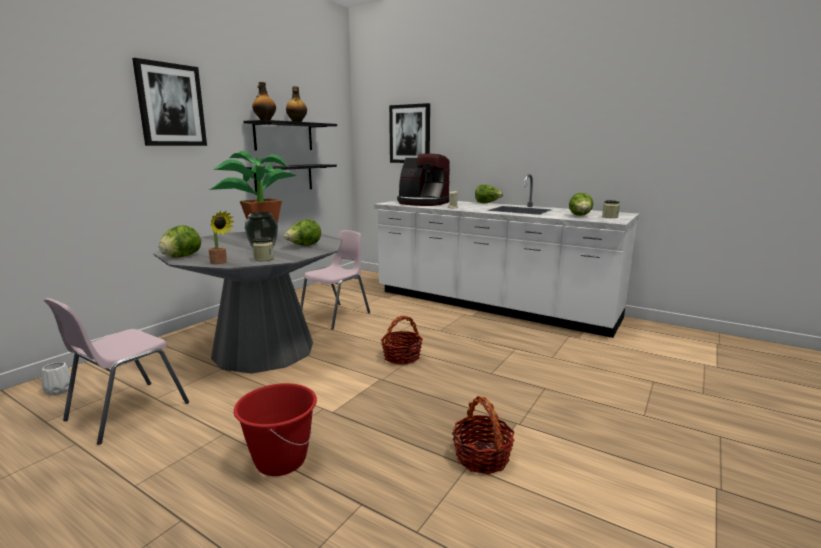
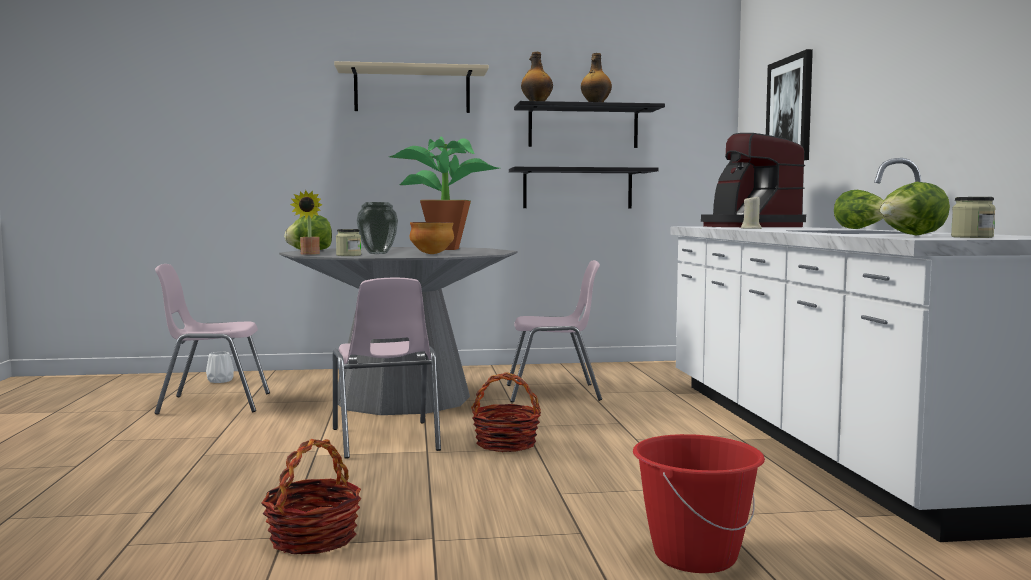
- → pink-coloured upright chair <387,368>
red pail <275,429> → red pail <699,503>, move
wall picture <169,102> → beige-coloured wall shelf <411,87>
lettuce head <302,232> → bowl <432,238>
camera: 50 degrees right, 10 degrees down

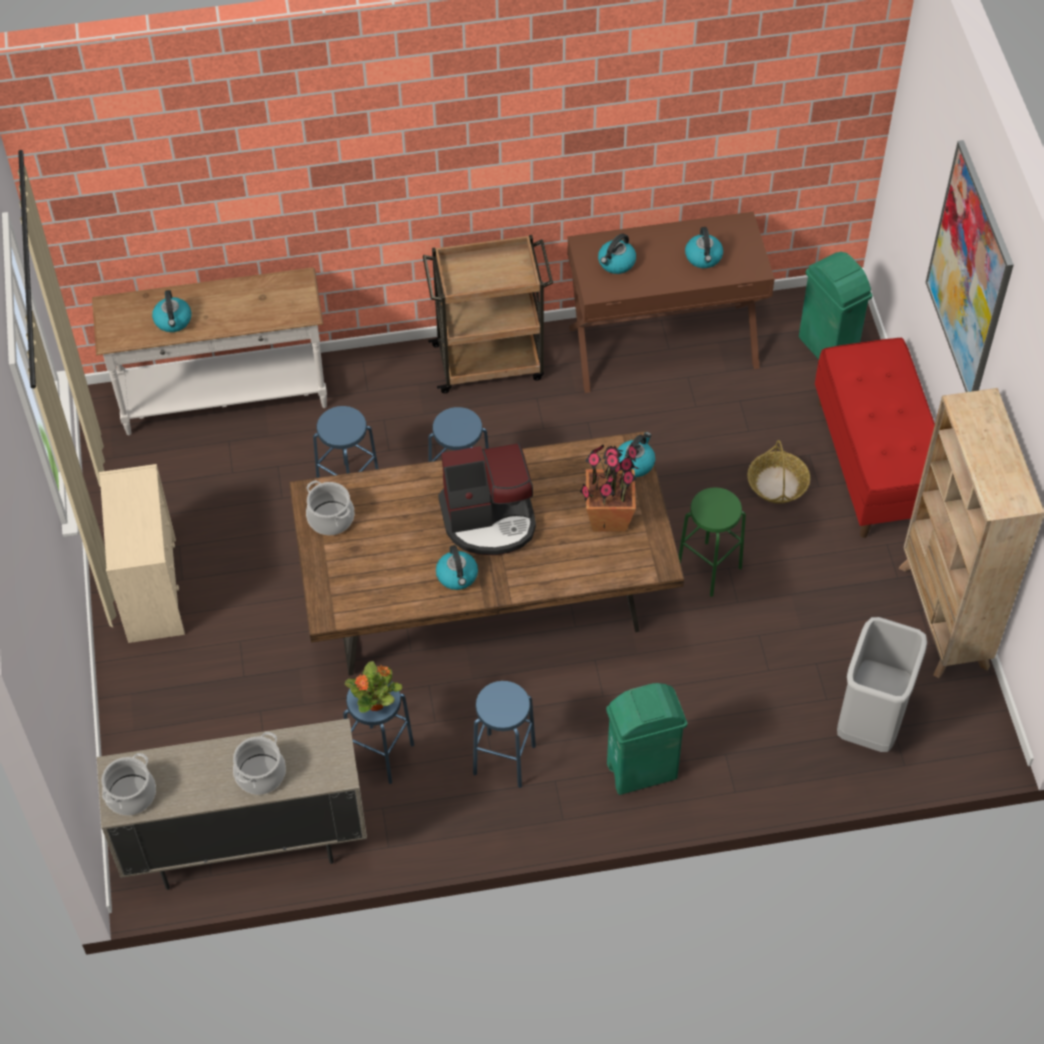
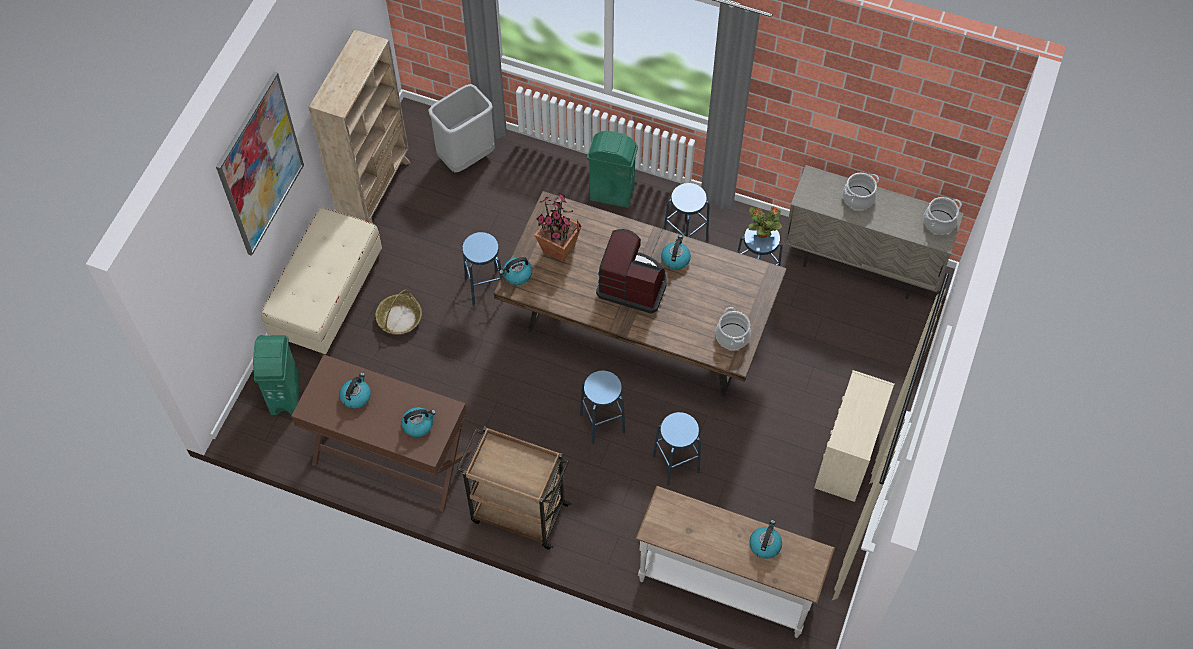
greenish stool <712,542> → bluish stool <482,269>
red long seat <875,438> → beige-coloured long seat <321,282>
camera: 150 degrees left, 5 degrees up

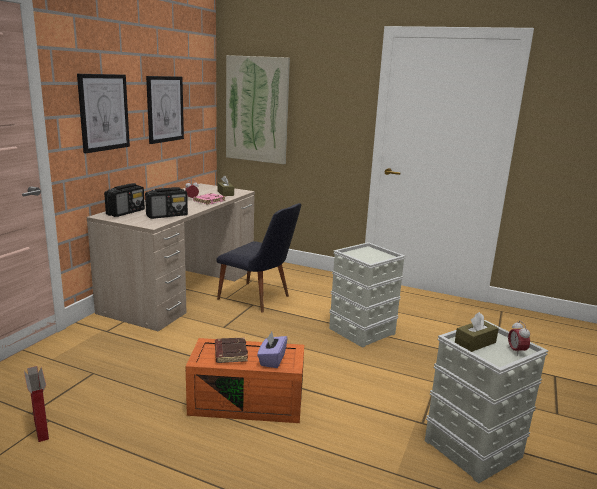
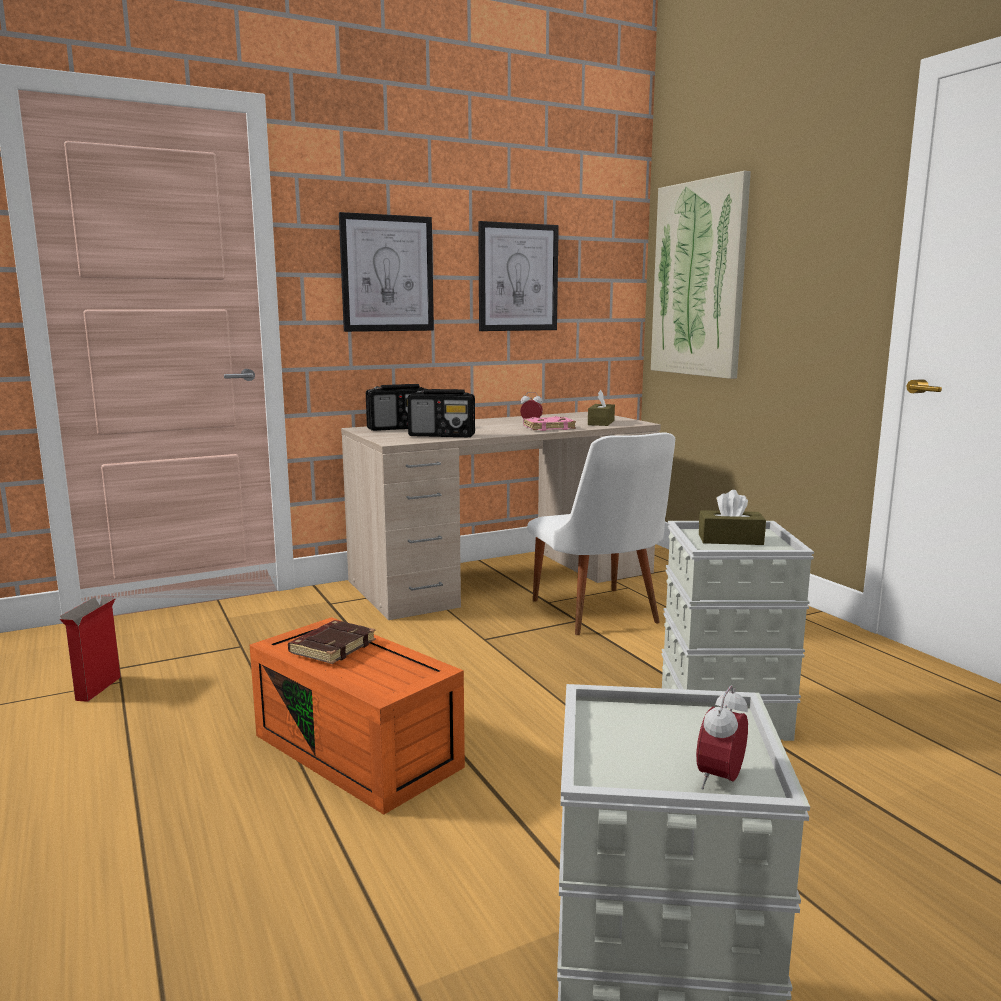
purple tissue box <272,350> → -
brownish tissue box <477,332> → brownish tissue box <732,517>, move
blackish upright chair <258,258> → whitish upright chair <601,533>
camera: 40 degrees right, 5 degrees down

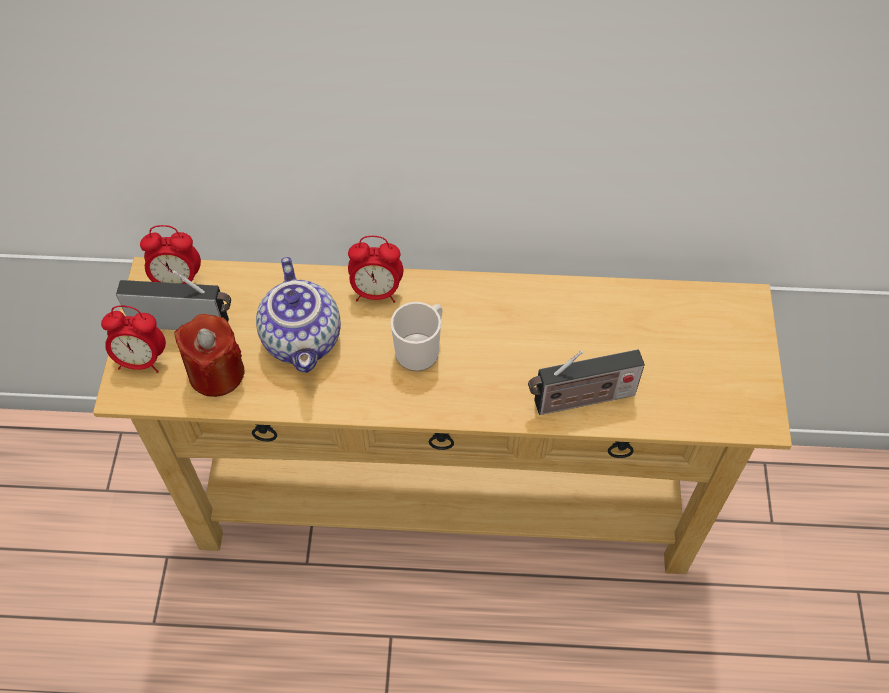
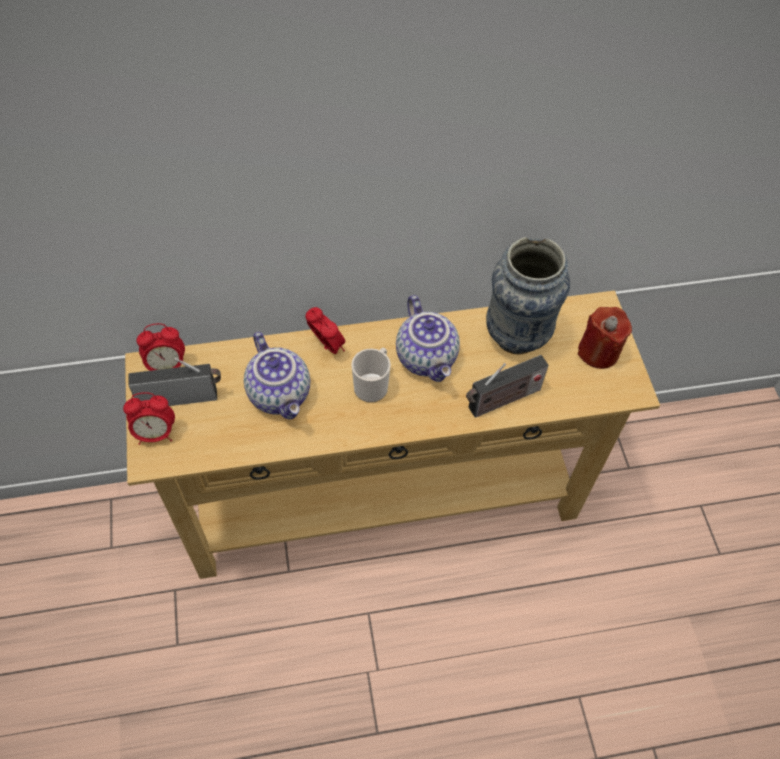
- → pot for tea <428,338>
- → decorative vase <528,296>
red wax candle <209,355> → red wax candle <605,338>, move
alarm clock <375,269> → alarm clock <325,330>, 120 degrees counterclockwise
camera: 15 degrees left, 0 degrees up

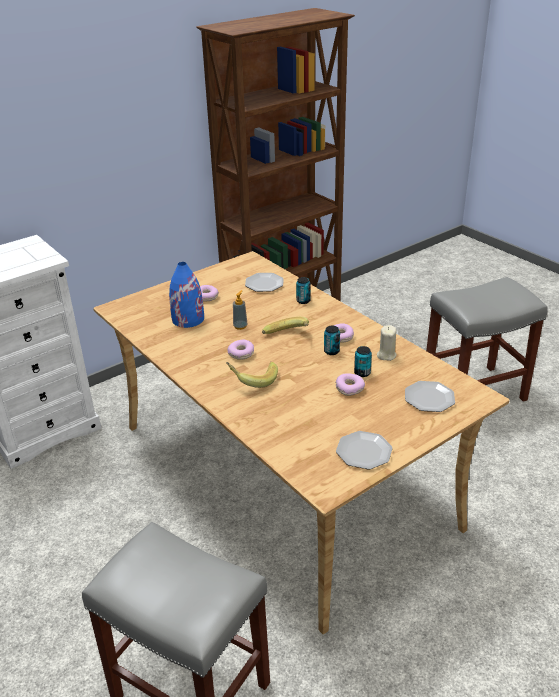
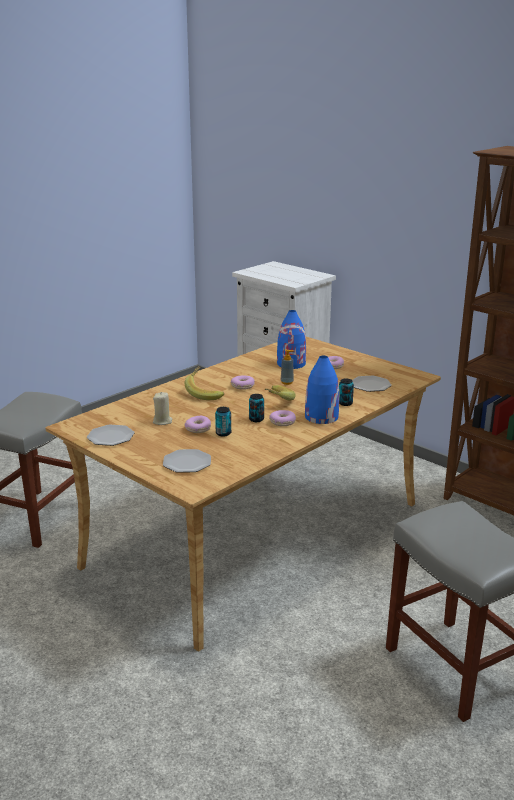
- → bluish decorative vase <322,390>
beige-coloured wax candle <387,343> → beige-coloured wax candle <163,408>, move
camera: 80 degrees right, 10 degrees down

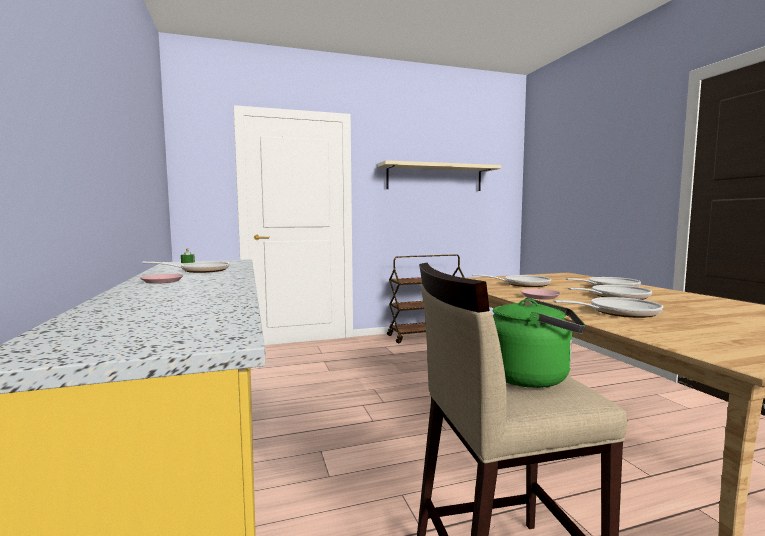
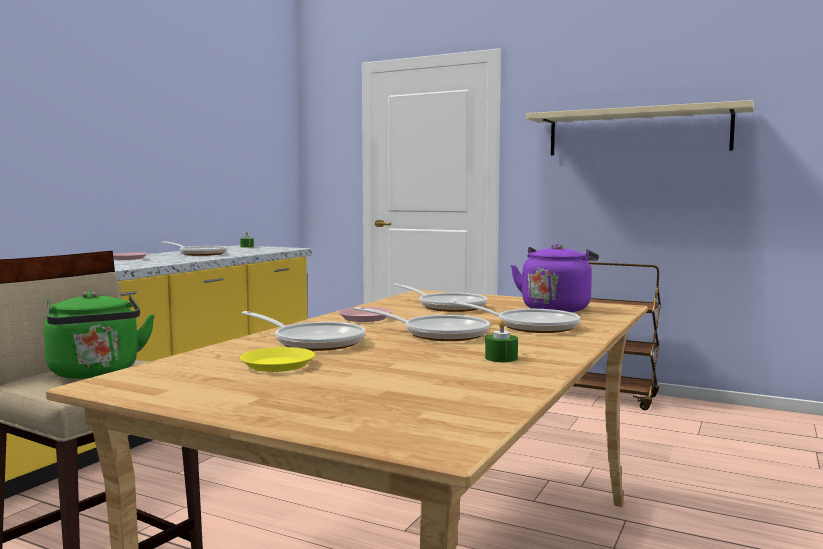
- → yellow-coloured plate <277,359>
- → greenish wax candle <501,341>
- → purple water kettle <555,278>
camera: 45 degrees right, 0 degrees up

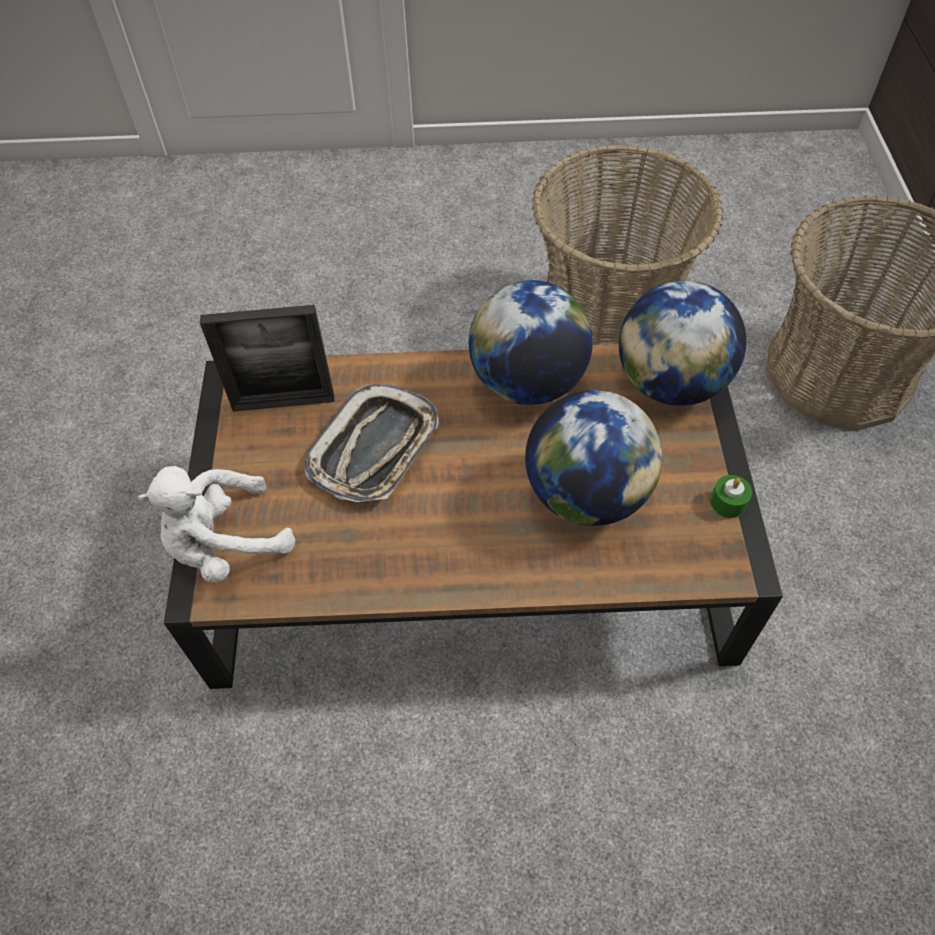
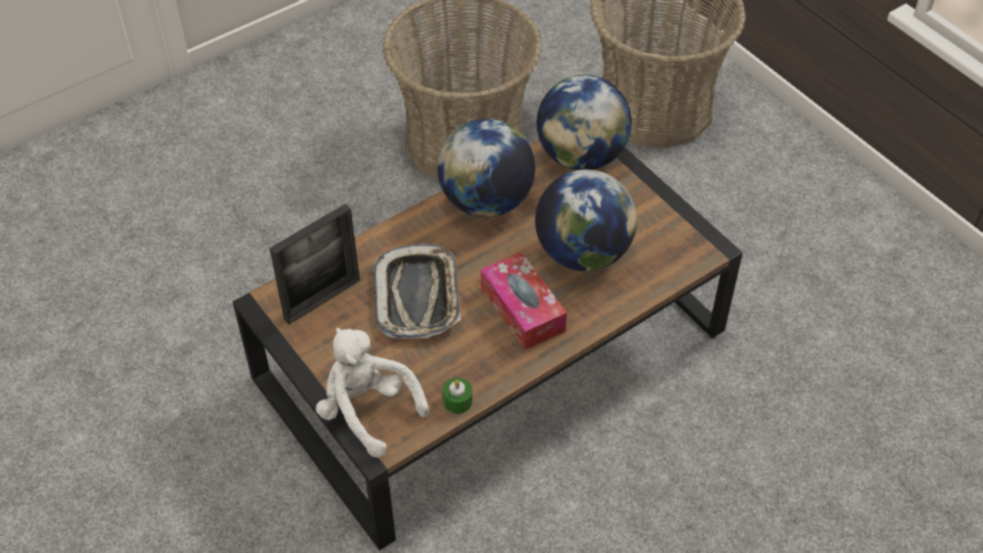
- → tissue box <524,301>
greenish wax candle <731,496> → greenish wax candle <457,396>, move
whitish cuddly toy <216,524> → whitish cuddly toy <372,393>, 105 degrees clockwise
camera: 35 degrees left, 5 degrees down

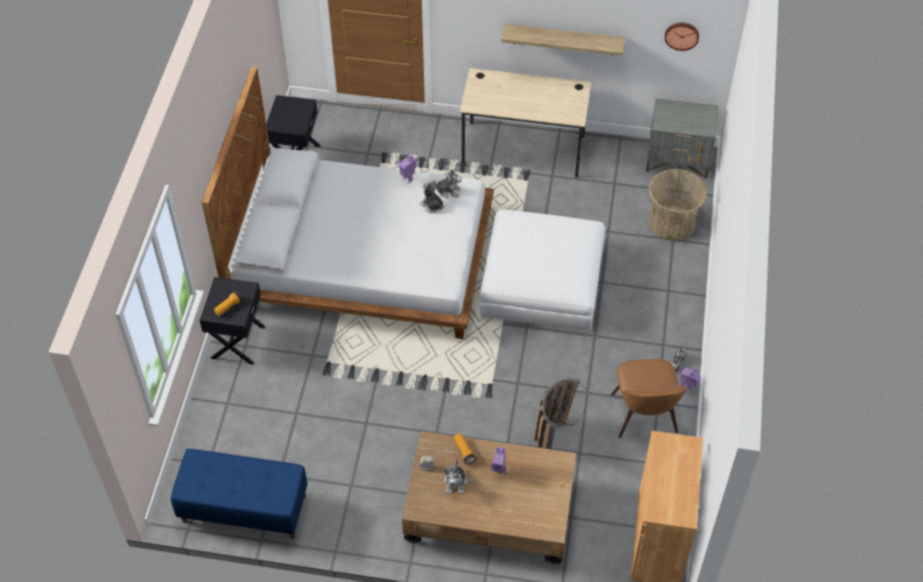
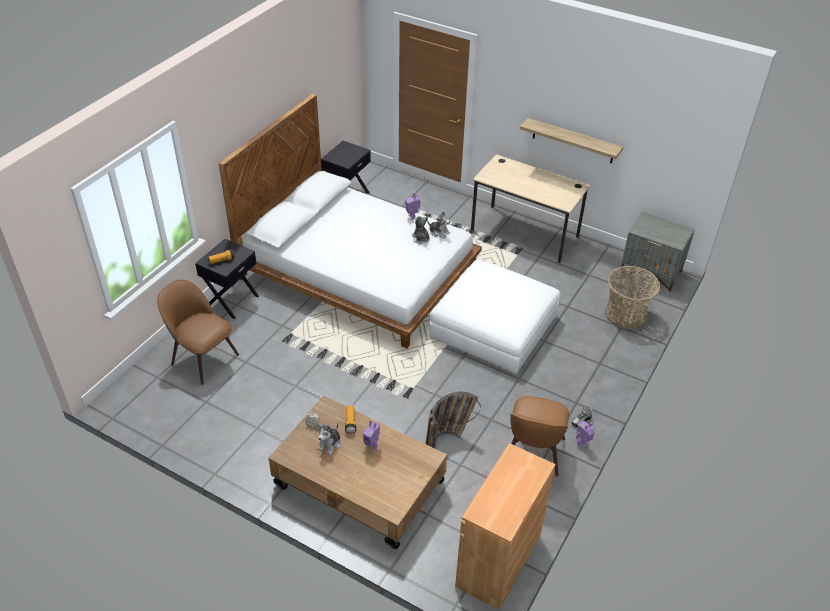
bluish long seat <239,494> → -
wall clock <682,37> → -
- → brownish upright chair <198,332>
camera: 20 degrees right, 10 degrees down

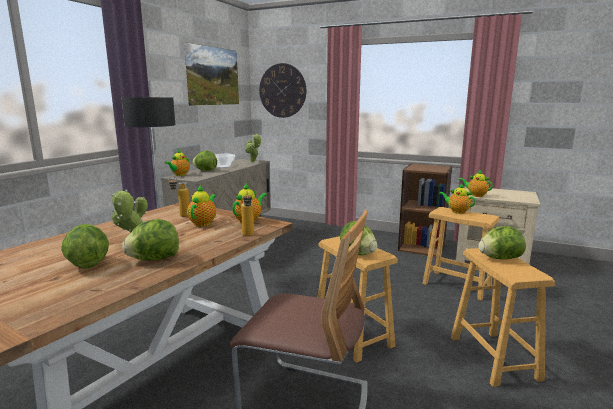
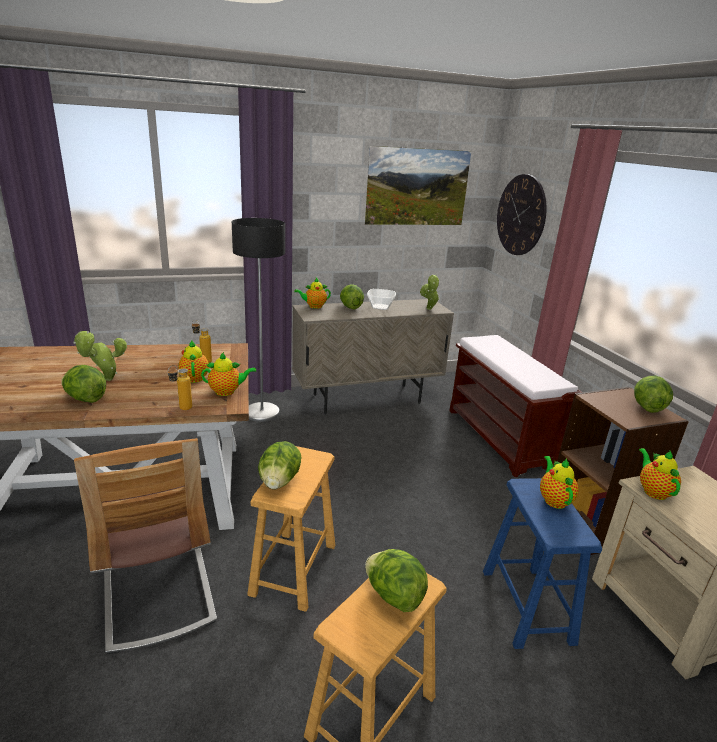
- → brownish long seat <516,406>
lettuce head <85,246> → lettuce head <653,394>, move
brownish stool <461,253> → bluish stool <542,563>
pot for tea <201,206> → pot for tea <193,362>, 75 degrees counterclockwise
camera: 45 degrees right, 10 degrees up

